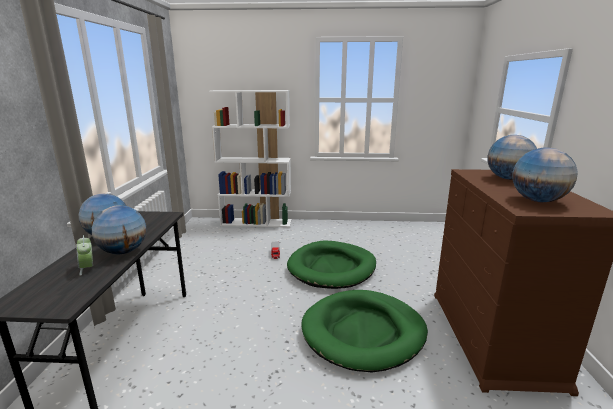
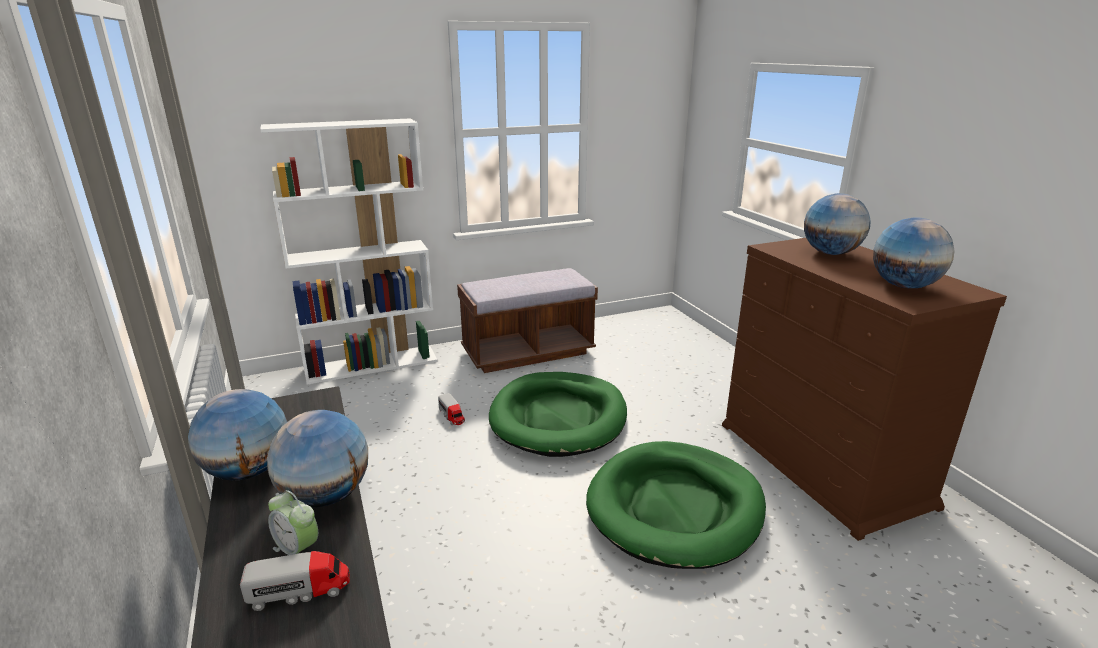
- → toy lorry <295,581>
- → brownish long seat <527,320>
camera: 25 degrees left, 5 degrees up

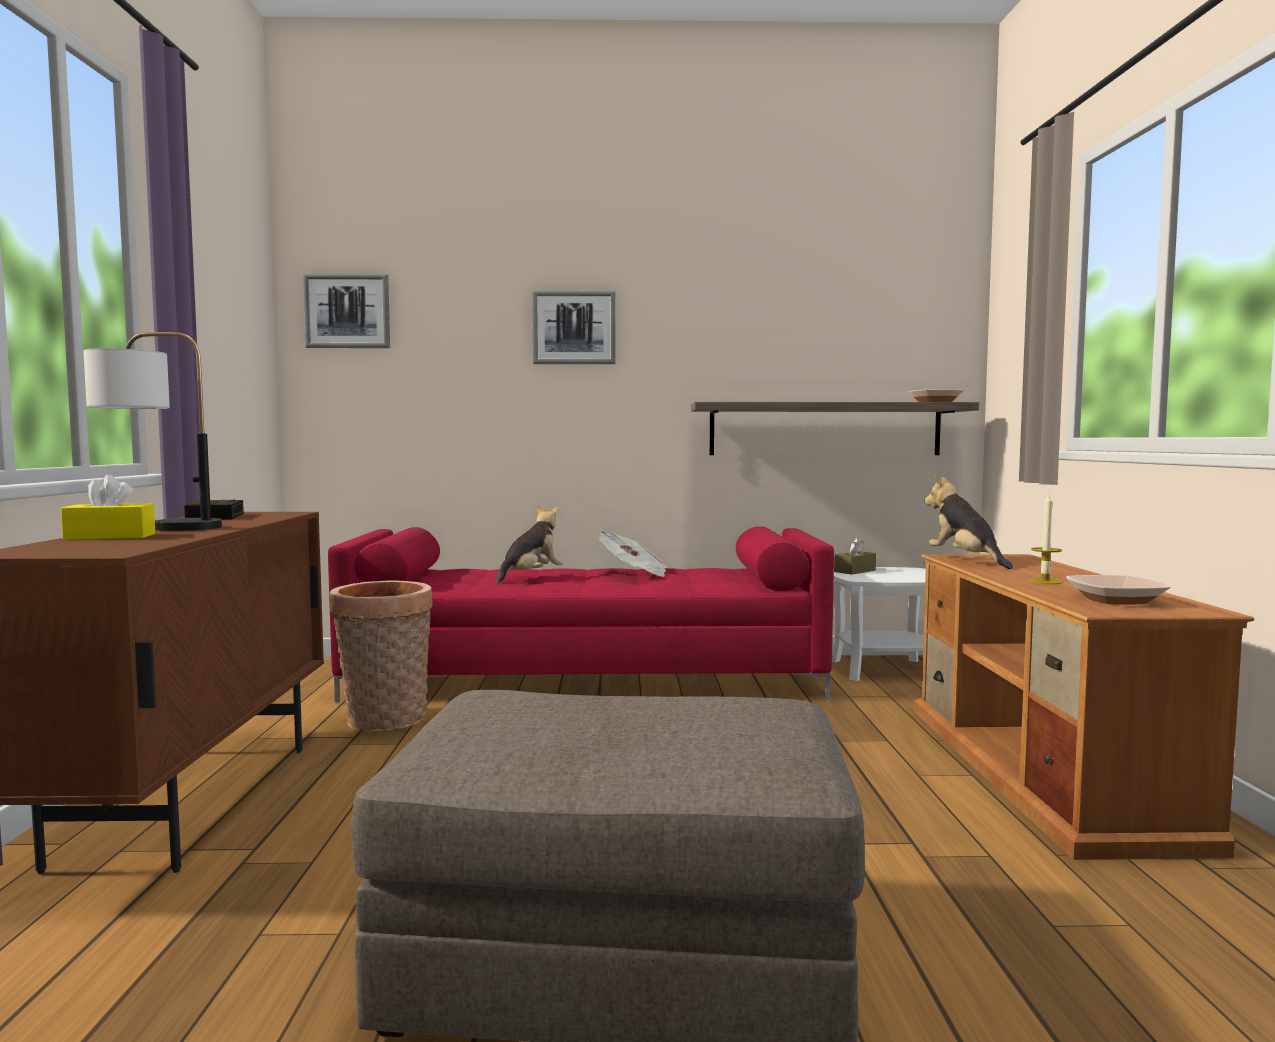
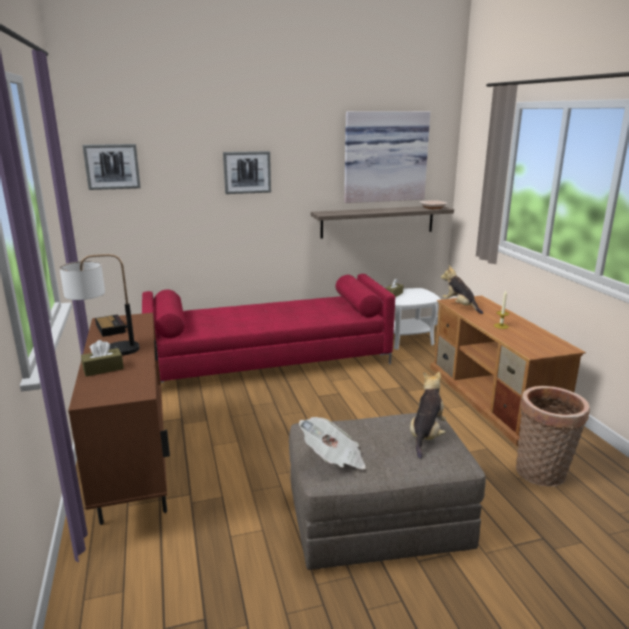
bowl <1118,590> → -
- → wall picture <387,157>
storage basket <381,655> → storage basket <553,436>, move
cuddly toy <529,544> → cuddly toy <428,415>, move
printed paper <633,553> → printed paper <332,443>, move
yellow-coloured tissue box <108,507> → brownish tissue box <102,358>
camera: 15 degrees left, 15 degrees up

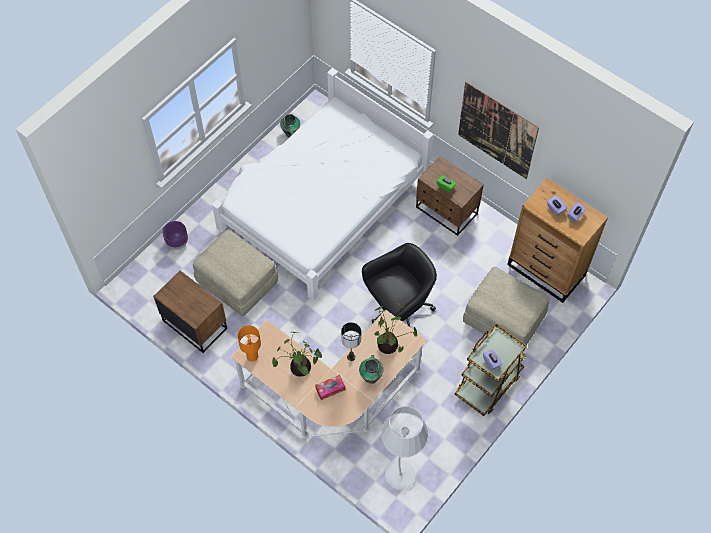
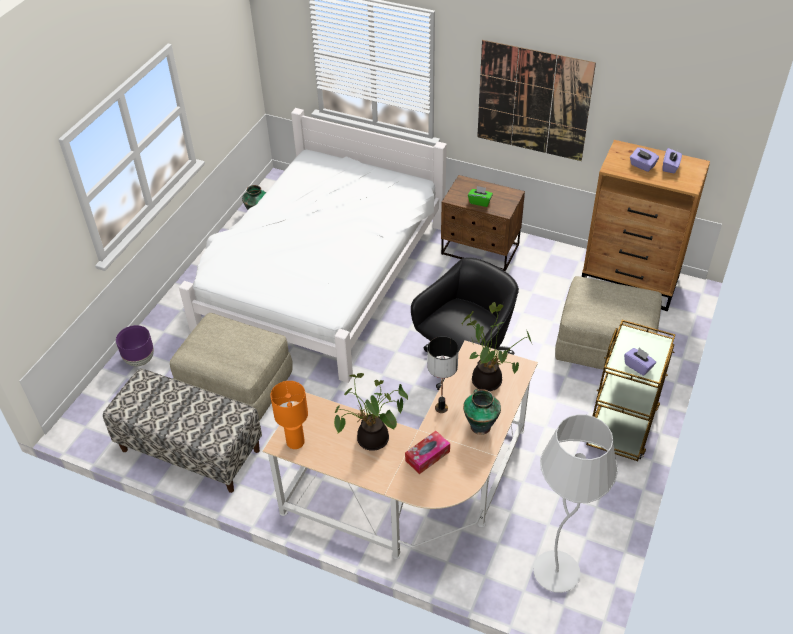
brownish bedside table <190,311> → long seat <182,431>
camera: 15 degrees left, 15 degrees down

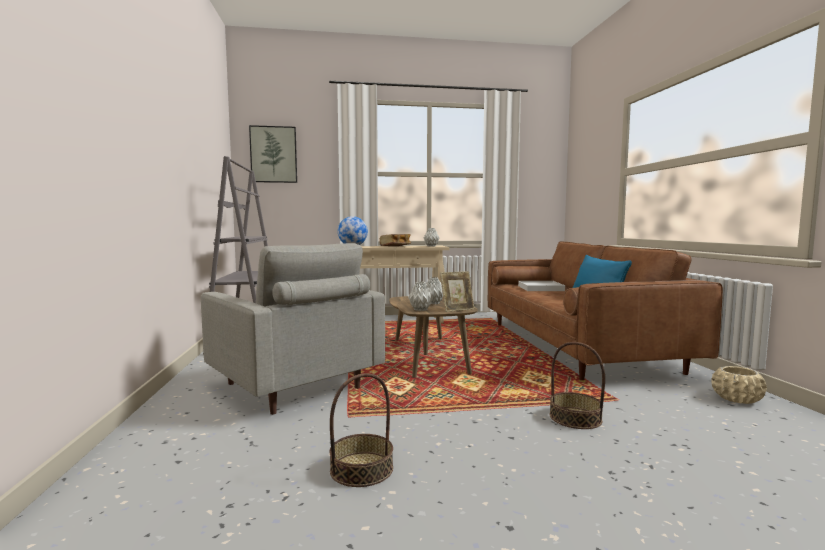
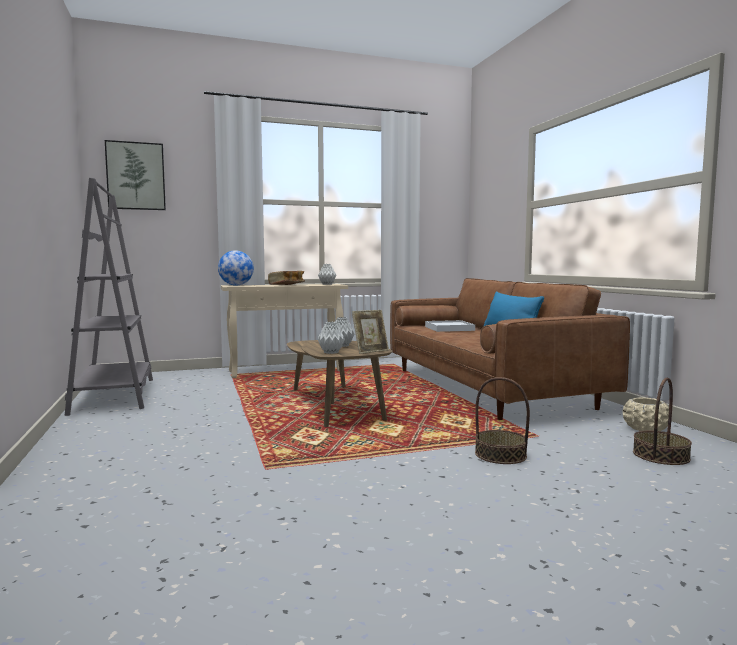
gray lounge chair <293,329> → -
storage basket <361,430> → storage basket <662,421>, move
camera: 10 degrees left, 0 degrees up

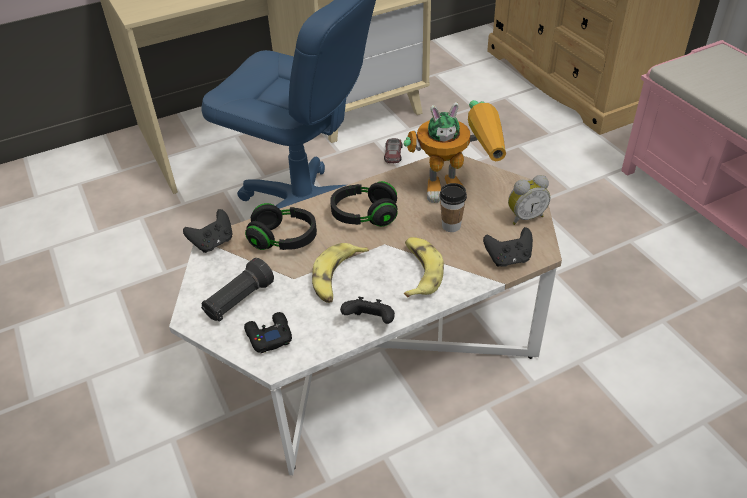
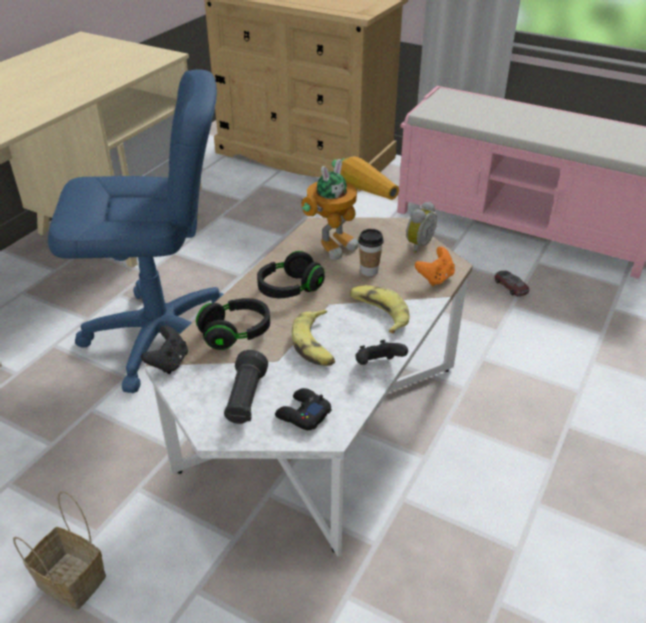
- → storage basket <59,550>
miniature car <393,150> → miniature car <511,283>, move
blackish joypad <508,247> → orange joypad <435,266>
camera: 35 degrees left, 5 degrees down

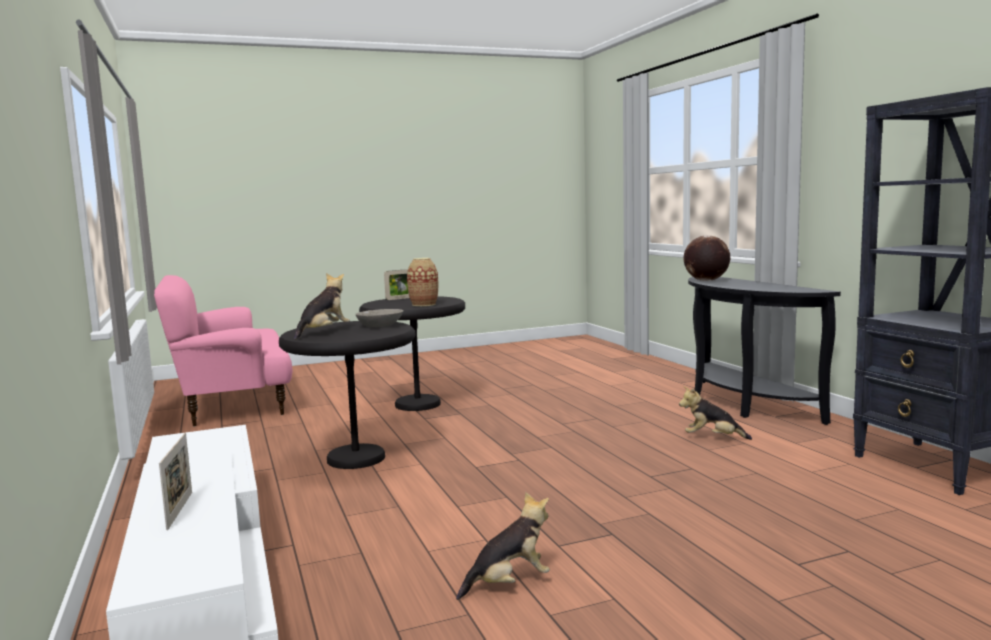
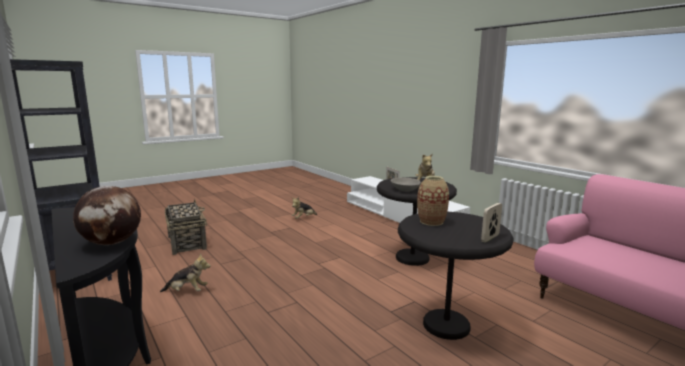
- → storage basket <186,227>
camera: 165 degrees right, 5 degrees up

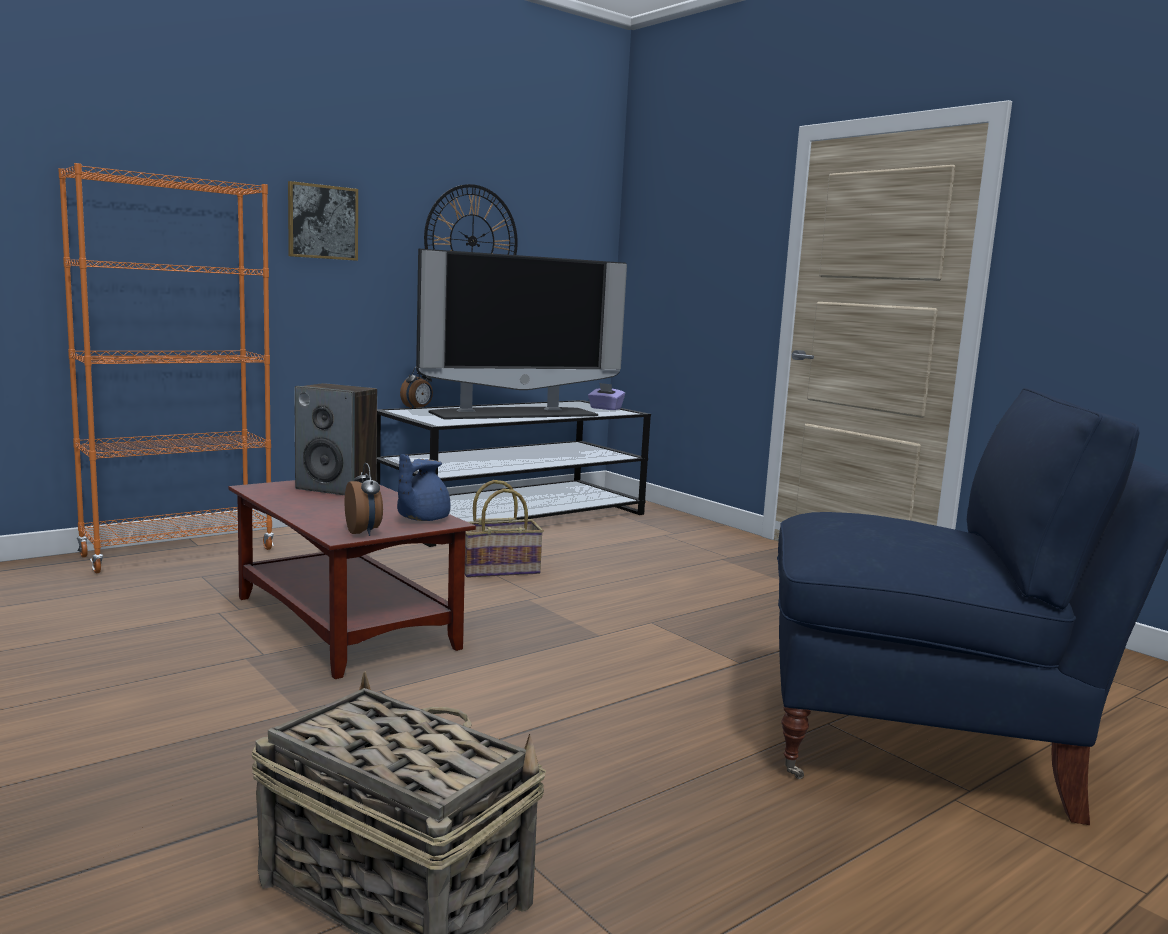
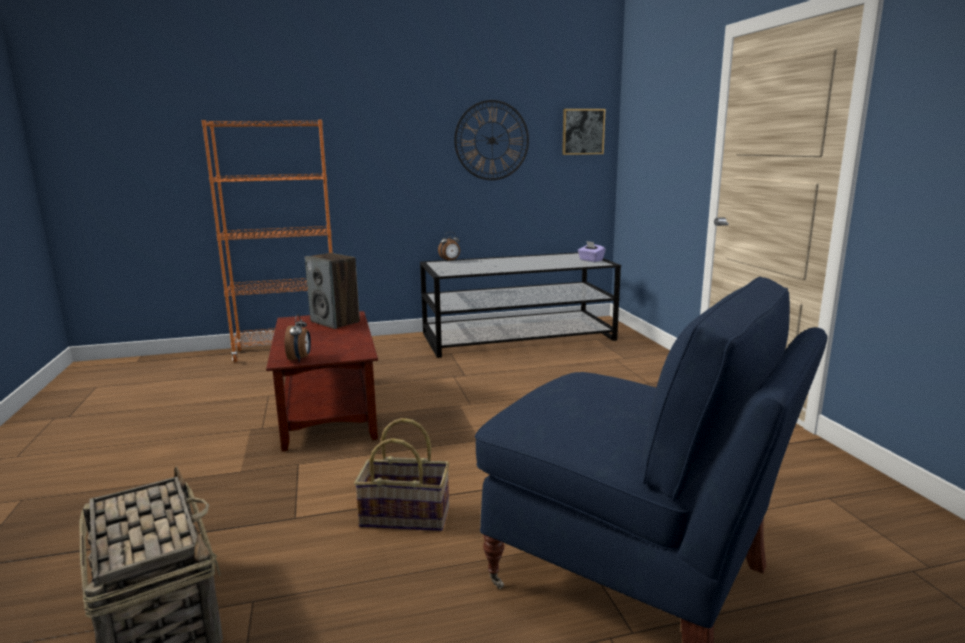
bluish pot for tea <424,487> → -
TV <521,334> → -
wall picture <323,221> → wall picture <584,132>, move
storage basket <504,529> → storage basket <401,474>, move
camera: 25 degrees right, 5 degrees up

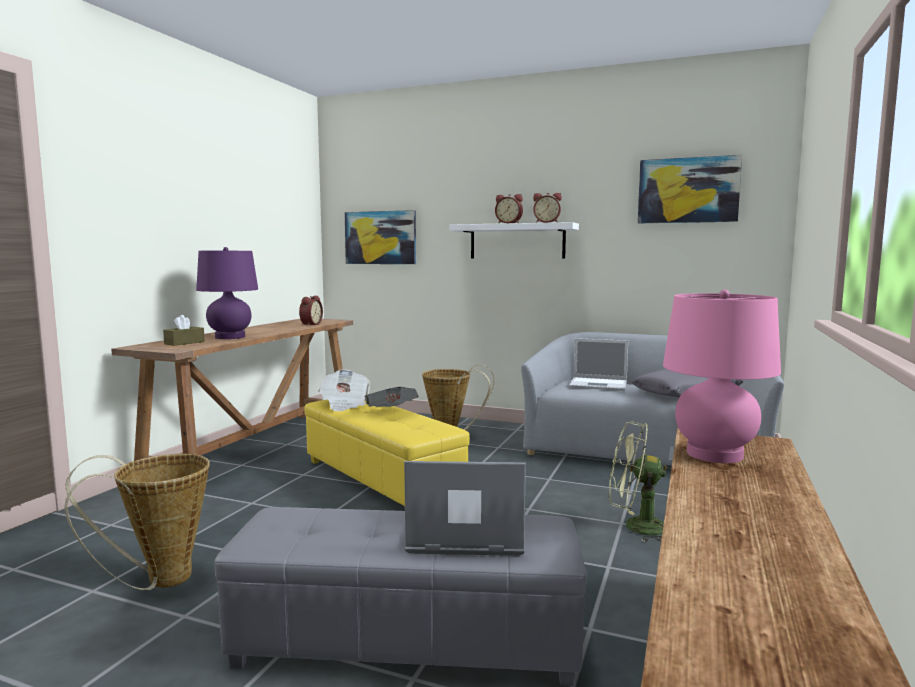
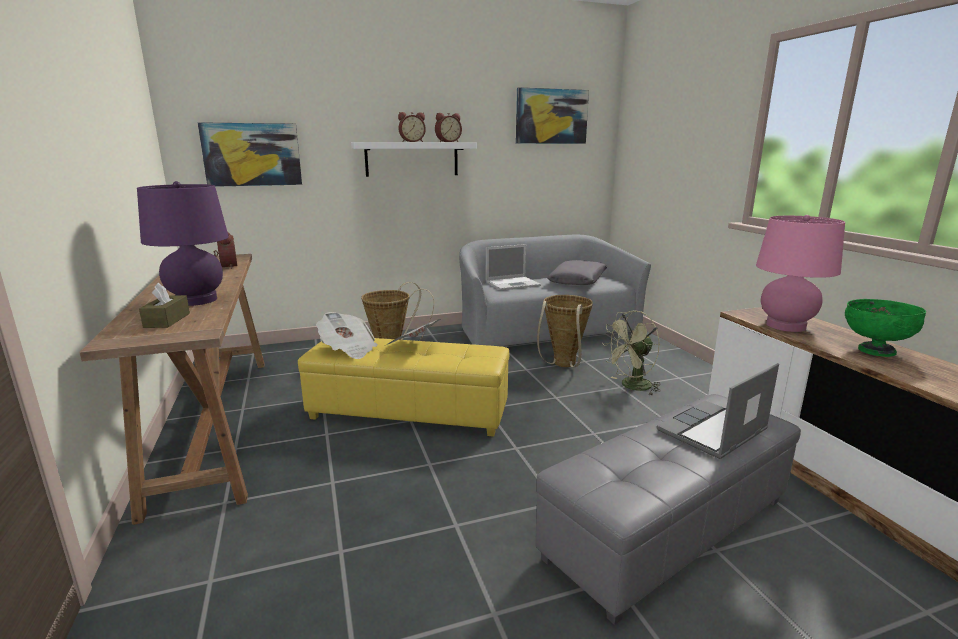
- → greenish bowl <885,328>
storage basket <137,522> → storage basket <565,331>, move
camera: 40 degrees left, 10 degrees up

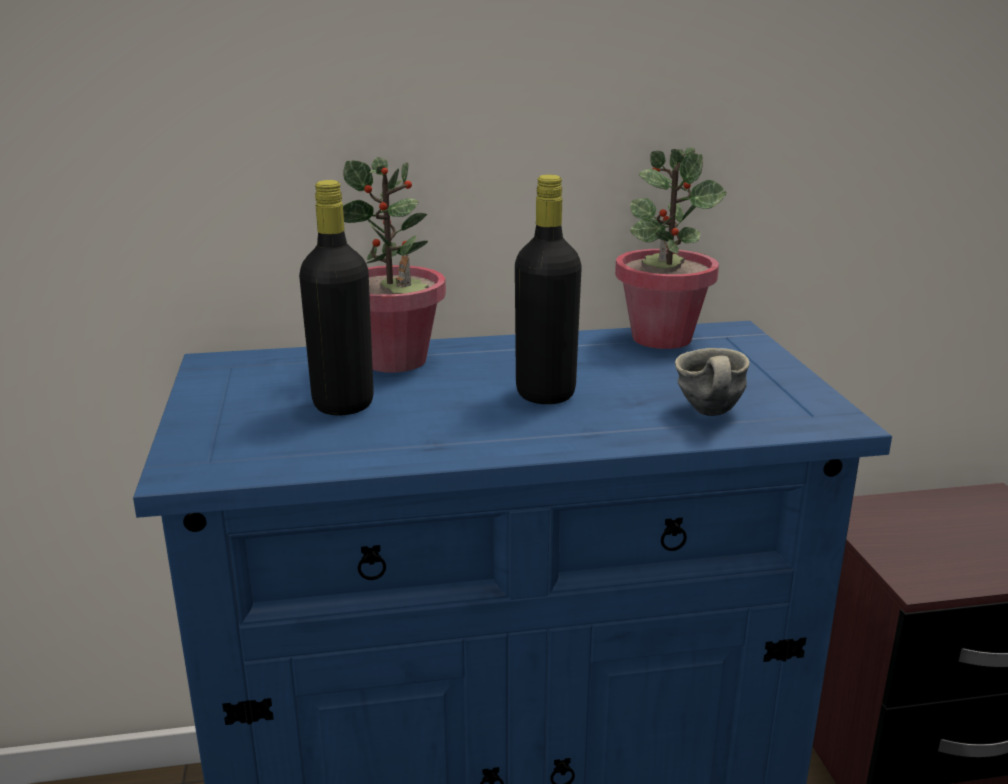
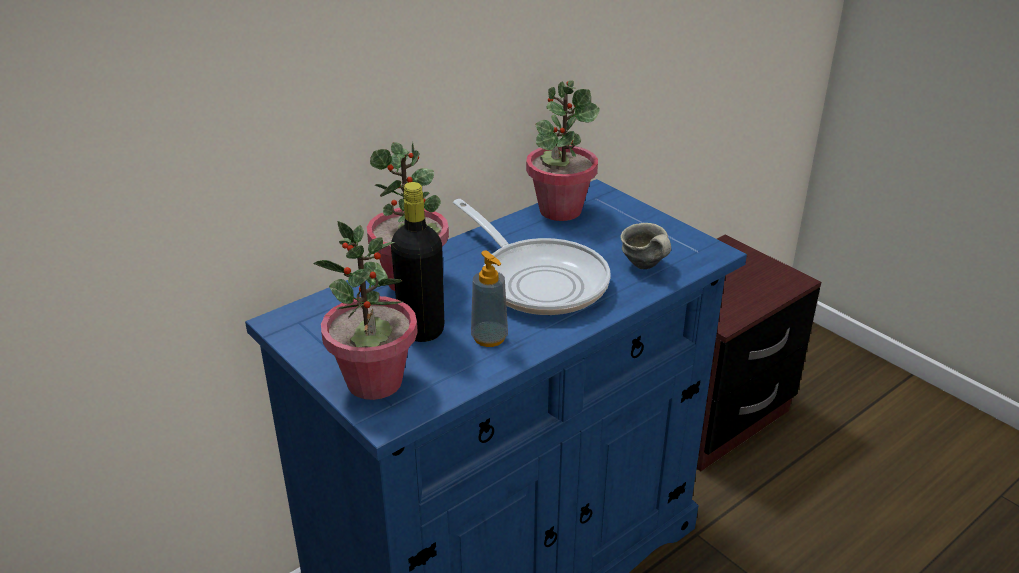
- → plant in a pot <365,310>
- → liquid soap bottle <489,298>
blackish drink bottle <548,289> → frying pan <532,257>
camera: 30 degrees left, 10 degrees up

